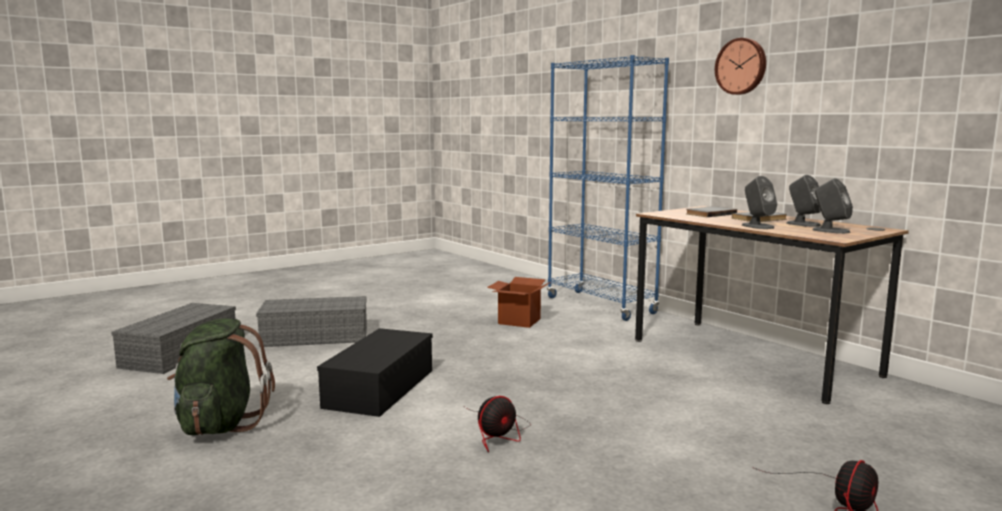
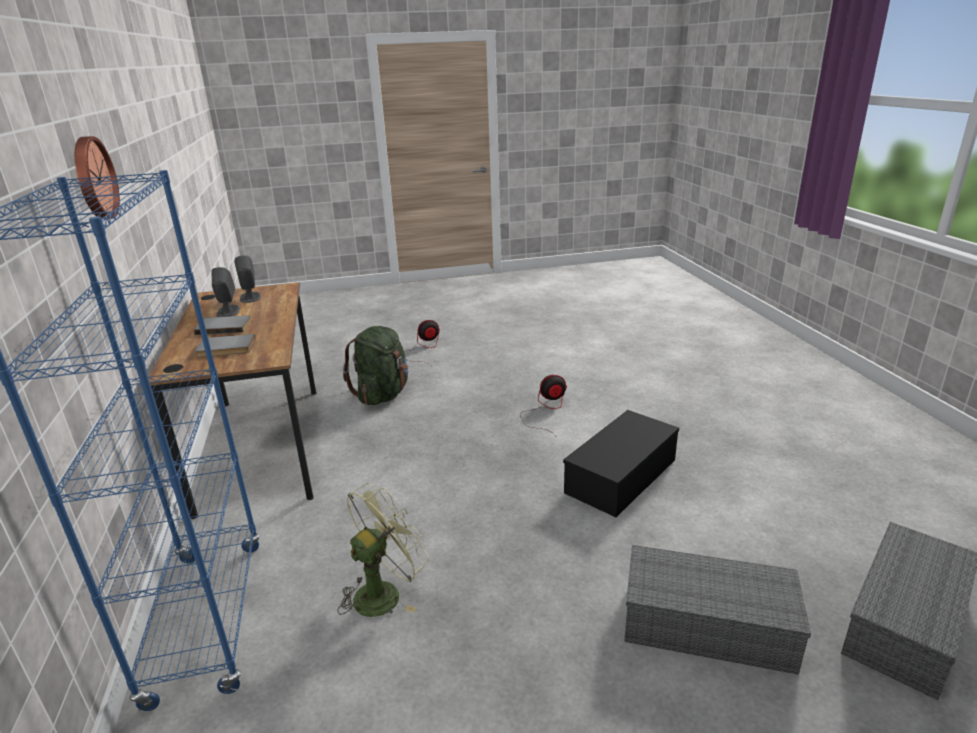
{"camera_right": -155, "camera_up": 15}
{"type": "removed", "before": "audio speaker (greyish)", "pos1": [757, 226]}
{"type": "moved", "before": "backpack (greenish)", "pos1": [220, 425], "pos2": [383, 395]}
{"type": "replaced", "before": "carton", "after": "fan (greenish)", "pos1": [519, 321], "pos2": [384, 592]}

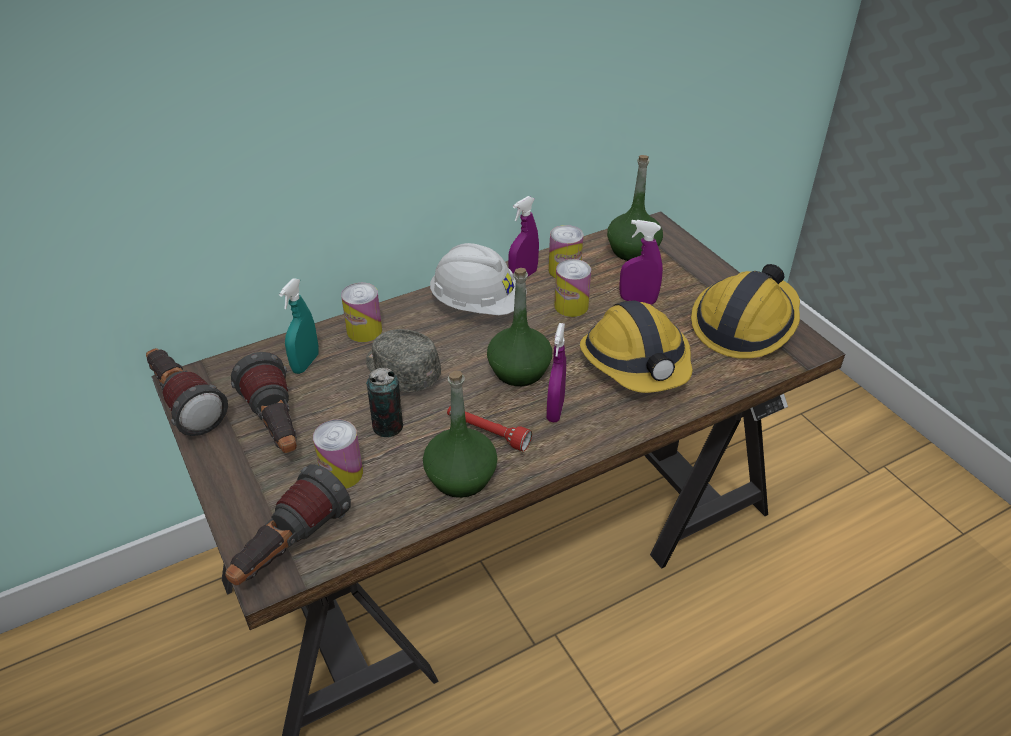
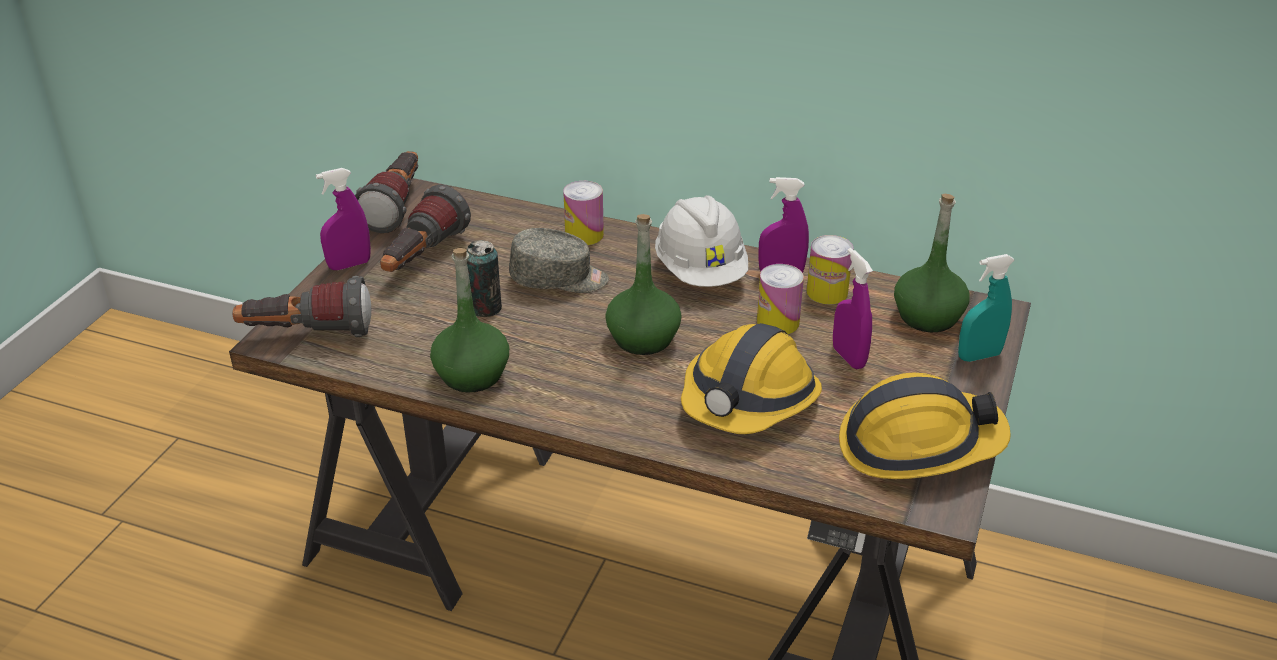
{"camera_right": 50, "camera_up": -5}
{"type": "removed", "before": "sealed can", "pos1": [342, 473]}
{"type": "removed", "before": "torch (reddish)", "pos1": [487, 433]}
{"type": "moved", "before": "sprayer (turquoise)", "pos1": [305, 363], "pos2": [979, 356]}
{"type": "moved", "before": "sprayer (purplish)", "pos1": [555, 410], "pos2": [349, 265]}
{"type": "turned", "before": "peaked cap (greyish)", "pos1": [401, 371], "pos2": [559, 279], "turn": 90}

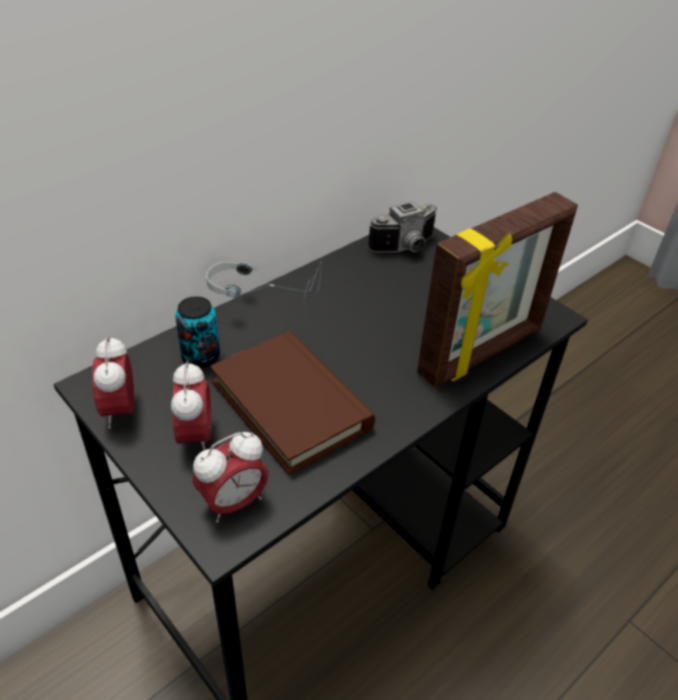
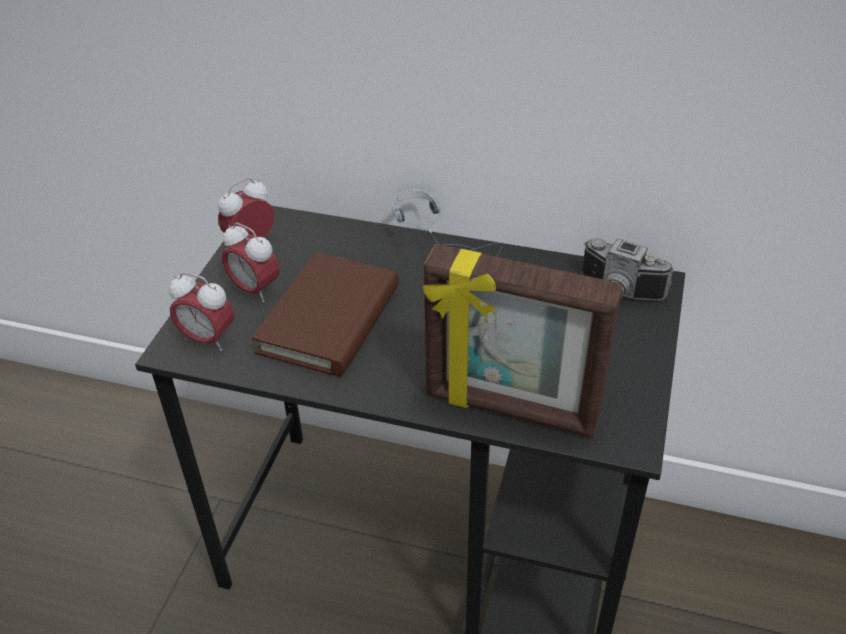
{"camera_right": 60, "camera_up": 0}
{"type": "removed", "before": "sealed can", "pos1": [201, 356]}
{"type": "turned", "before": "bedside clock", "pos1": [195, 437], "pos2": [255, 290], "turn": 75}

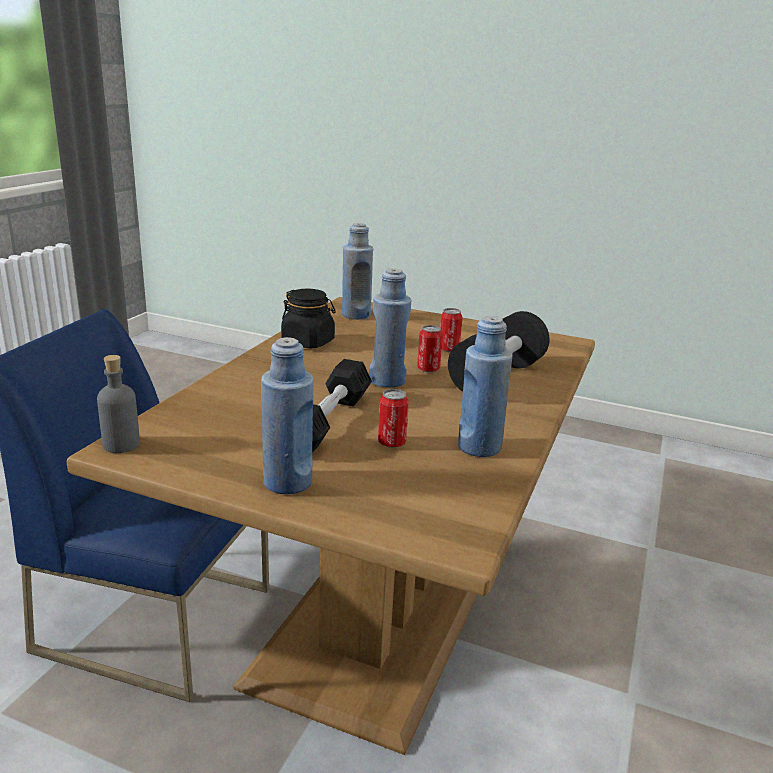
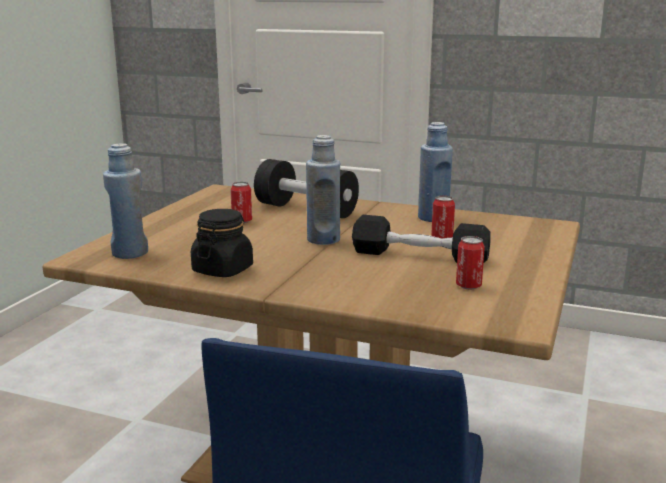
{"camera_right": -90, "camera_up": -5}
{"type": "removed", "before": "beverage bottle (greyish)", "pos1": [121, 444]}
{"type": "removed", "before": "beverage bottle (blue-coloured)", "pos1": [288, 482]}
{"type": "moved", "before": "sealed can", "pos1": [428, 369], "pos2": [468, 286]}

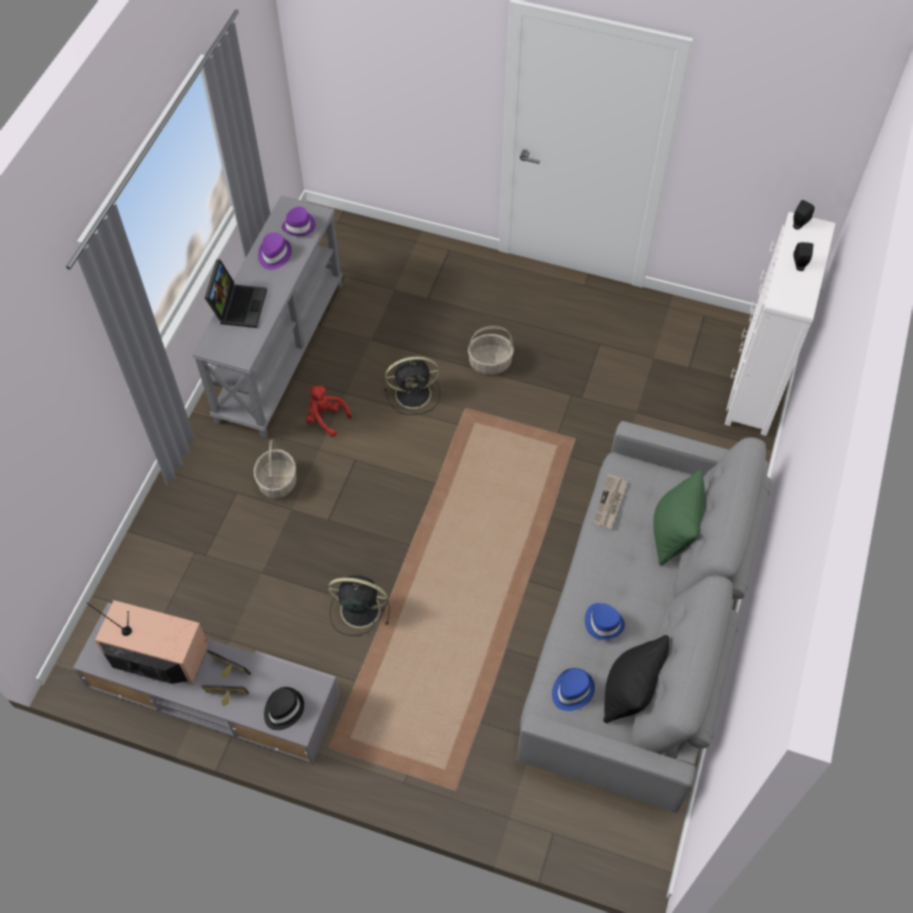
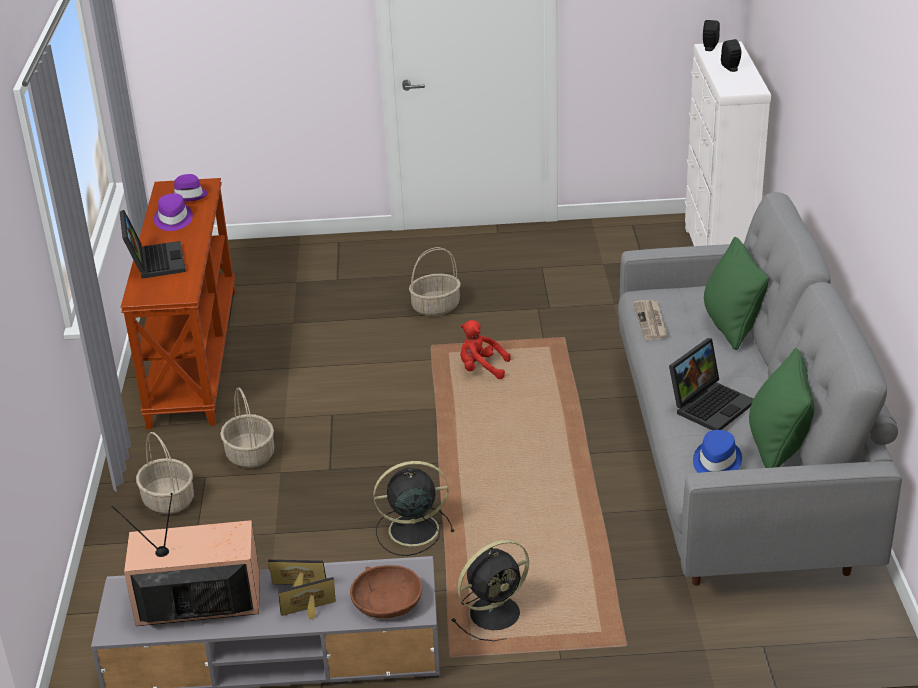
{"camera_right": -20, "camera_up": -25}
{"type": "added", "after": "household basket", "pos2": [168, 500]}
{"type": "moved", "before": "cuddly toy (reddish)", "pos1": [326, 418], "pos2": [481, 369]}
{"type": "moved", "before": "fan (black-coloured)", "pos1": [415, 393], "pos2": [497, 612]}
{"type": "replaced", "before": "wearable hat (black-coloured)", "after": "deep dish (brownish)", "pos1": [283, 709], "pos2": [386, 601]}
{"type": "replaced", "before": "wearable hat (blue-coloured)", "after": "portable computer", "pos1": [603, 622], "pos2": [710, 404]}
{"type": "recoloured", "before": "console table (greyish)", "after": "console table (brownish)", "pos1": [279, 350], "pos2": [192, 355]}
{"type": "recoloured", "before": "pillow (black-coloured)", "after": "pillow (greenish)", "pos1": [629, 692], "pos2": [777, 447]}

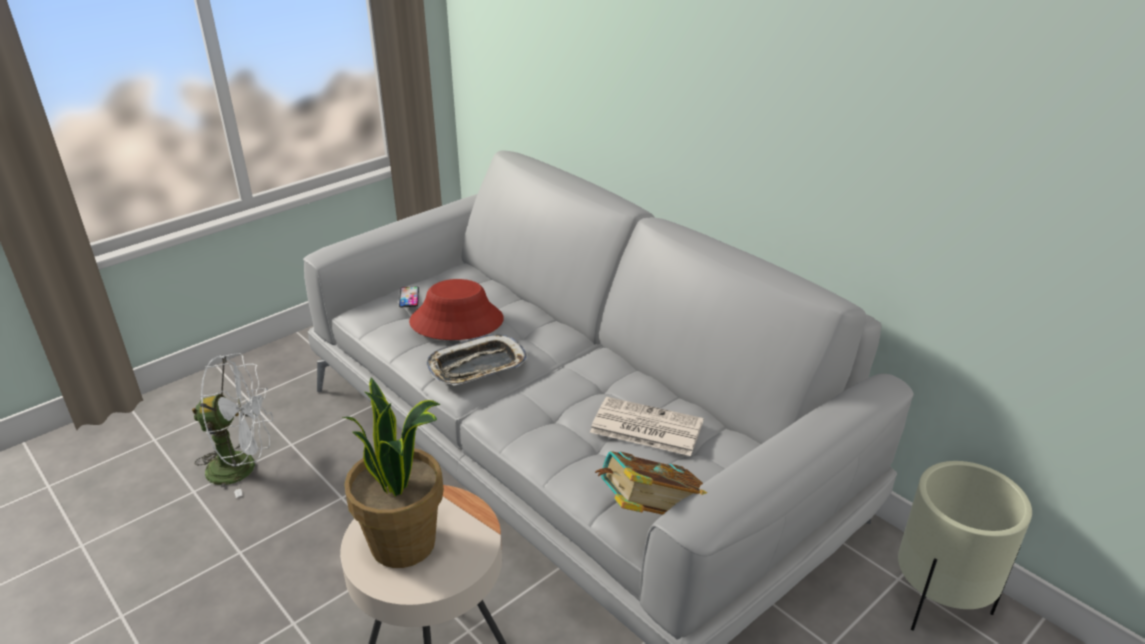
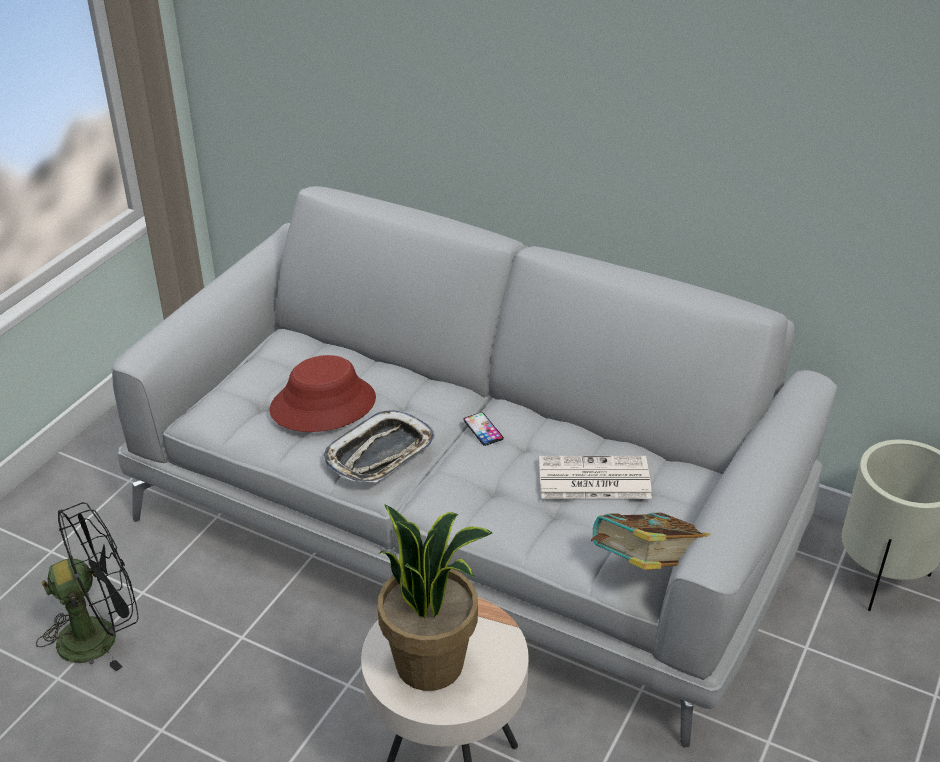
{"camera_right": -20, "camera_up": 5}
{"type": "moved", "before": "phone", "pos1": [409, 297], "pos2": [483, 429]}
{"type": "recoloured", "before": "fan (white-coloured)", "after": "fan (black-coloured)", "pos1": [243, 467], "pos2": [100, 634]}

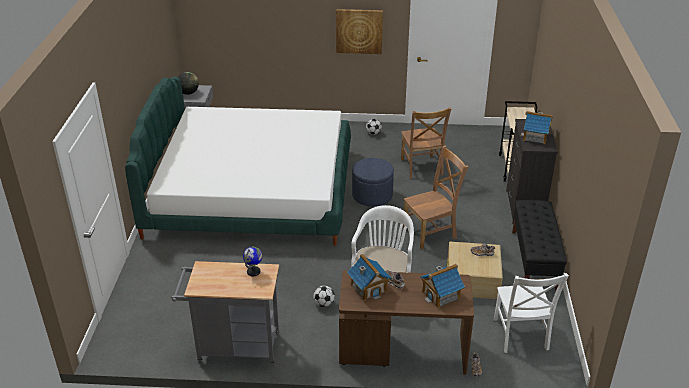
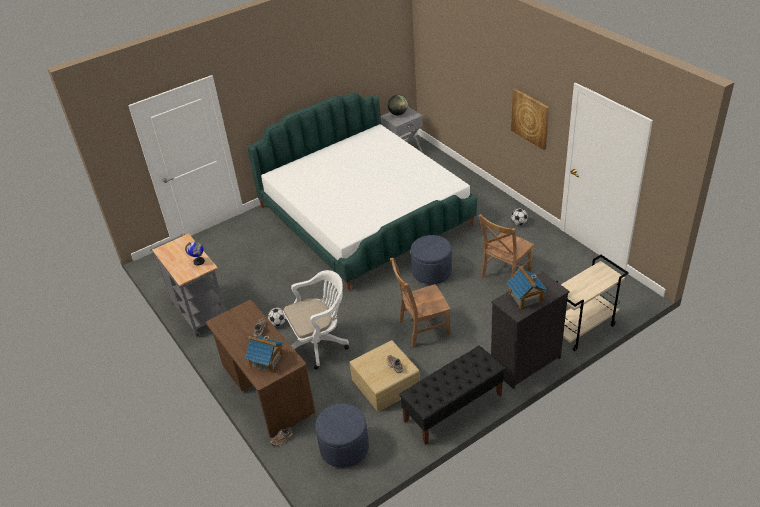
{"camera_right": 55, "camera_up": 5}
{"type": "removed", "before": "toy house", "pos1": [369, 288]}
{"type": "replaced", "before": "chair (white-coloured)", "after": "ottoman (blue-coloured)", "pos1": [520, 336], "pos2": [344, 447]}
{"type": "turned", "before": "chair (brownish)", "pos1": [431, 232], "pos2": [422, 329], "turn": 135}

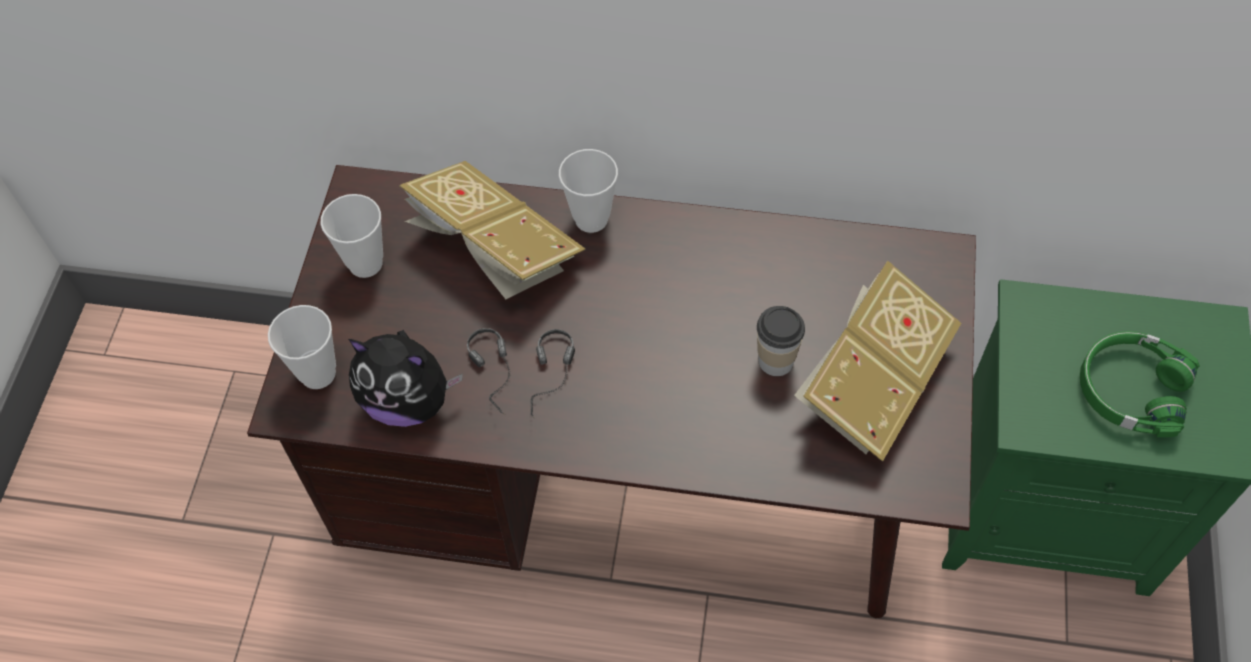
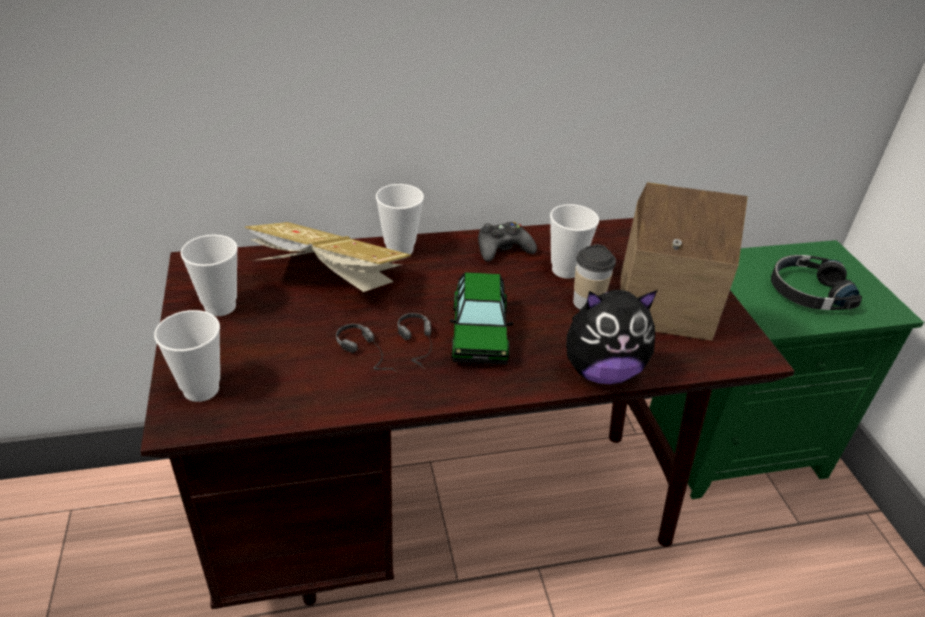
{"camera_right": -25, "camera_up": -20}
{"type": "added", "after": "toy car", "pos2": [479, 333]}
{"type": "added", "after": "game controller (black-coloured)", "pos2": [503, 249]}
{"type": "added", "after": "cup", "pos2": [565, 270]}
{"type": "moved", "before": "cuddly toy", "pos1": [408, 401], "pos2": [601, 371]}
{"type": "replaced", "before": "book", "after": "toy house", "pos1": [871, 382], "pos2": [662, 301]}
{"type": "recoloured", "before": "headset (greenish)", "after": "headset (black-coloured)", "pos1": [1130, 389], "pos2": [807, 292]}

